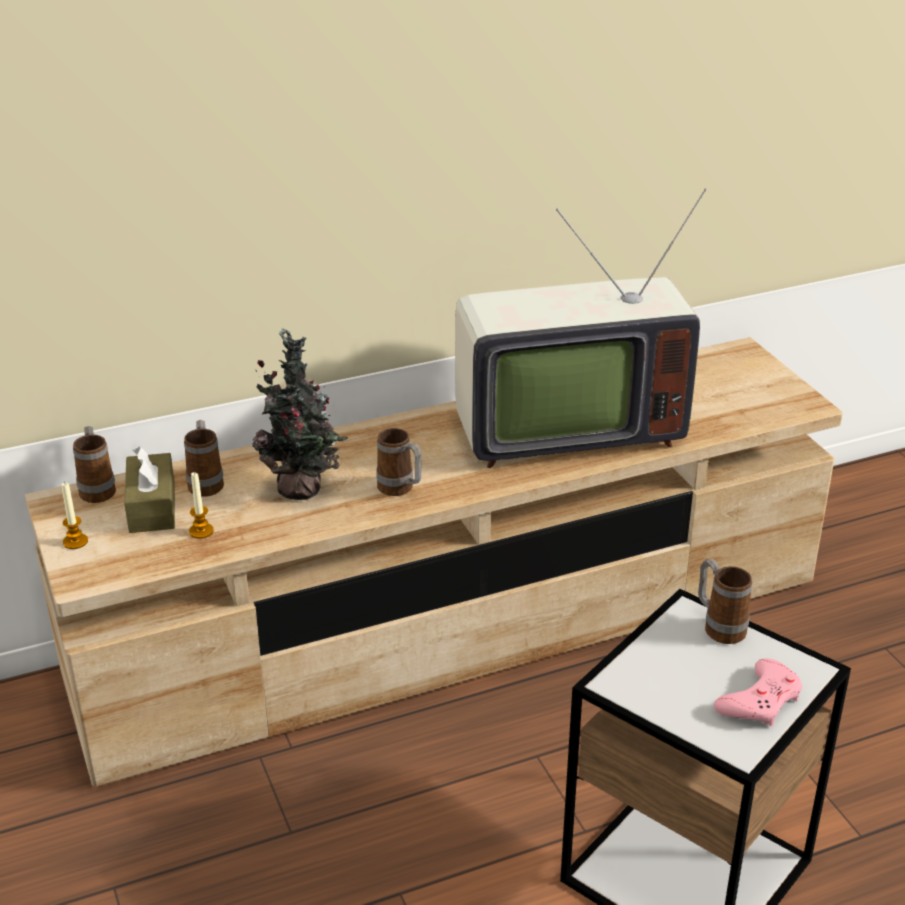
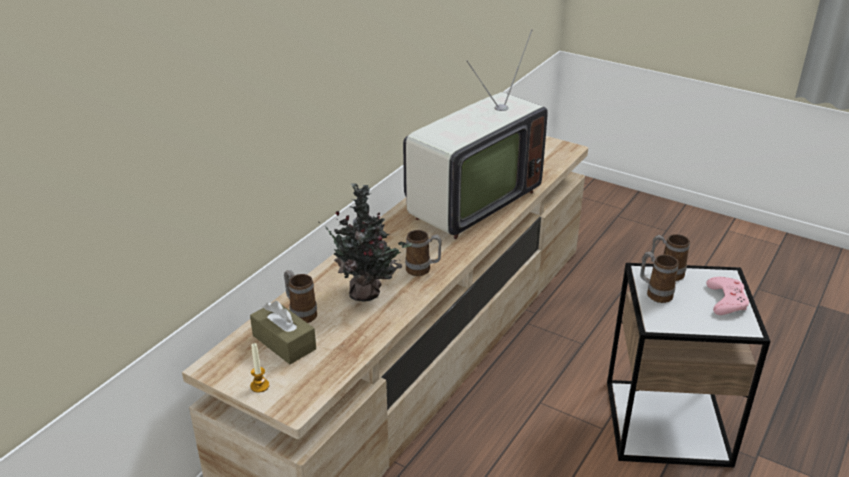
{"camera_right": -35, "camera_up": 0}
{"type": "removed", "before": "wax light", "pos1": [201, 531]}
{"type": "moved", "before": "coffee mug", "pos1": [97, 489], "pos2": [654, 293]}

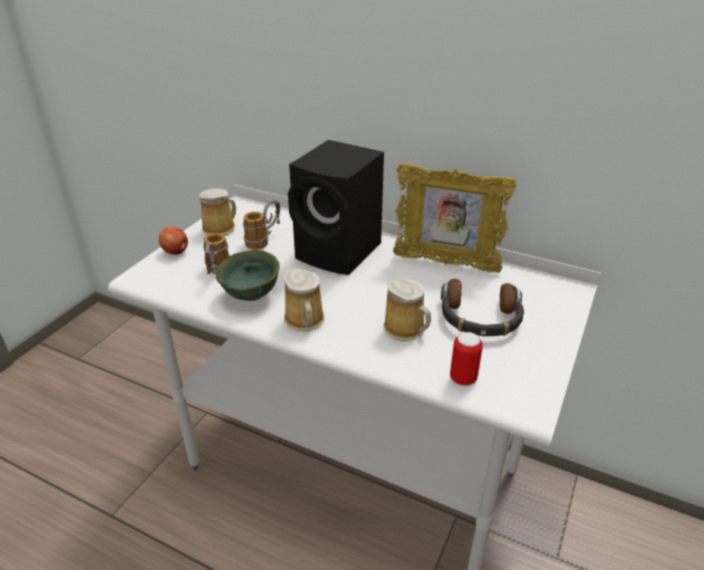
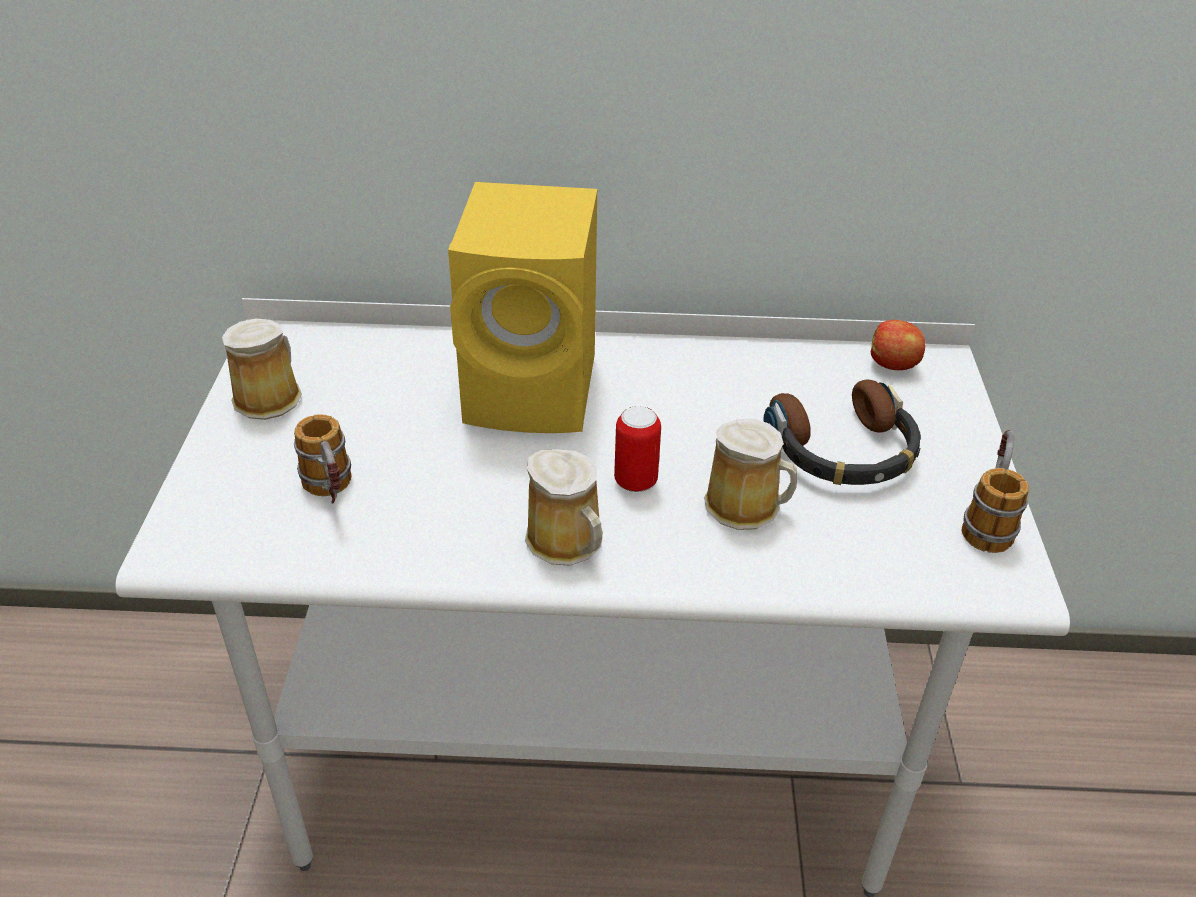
{"camera_right": -25, "camera_up": 5}
{"type": "removed", "before": "deep dish (greenish)", "pos1": [252, 296]}
{"type": "removed", "before": "picture frame", "pos1": [446, 263]}
{"type": "moved", "before": "whole apple", "pos1": [176, 252], "pos2": [893, 365]}
{"type": "moved", "before": "coffee mug", "pos1": [264, 239], "pos2": [988, 519]}
{"type": "moved", "before": "sealed can", "pos1": [463, 378], "pos2": [635, 481]}
{"type": "recoloured", "before": "audio speaker (black-coloured)", "after": "audio speaker (yellowish)", "pos1": [340, 252], "pos2": [536, 391]}

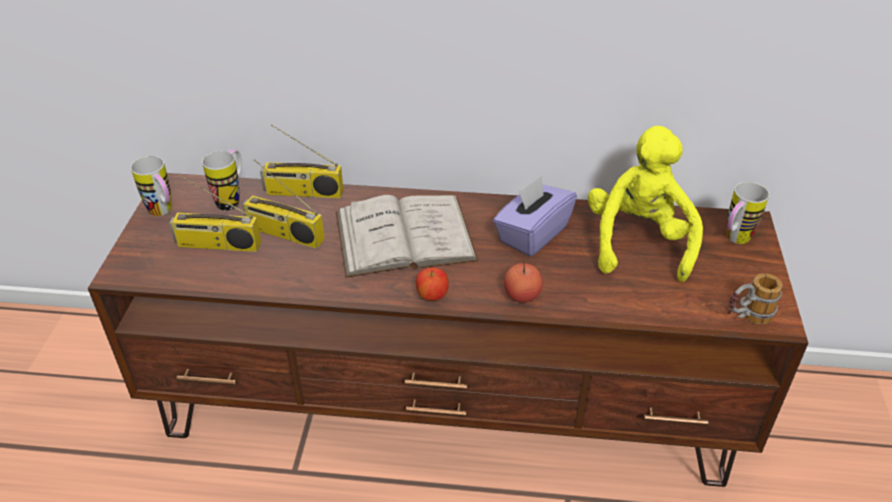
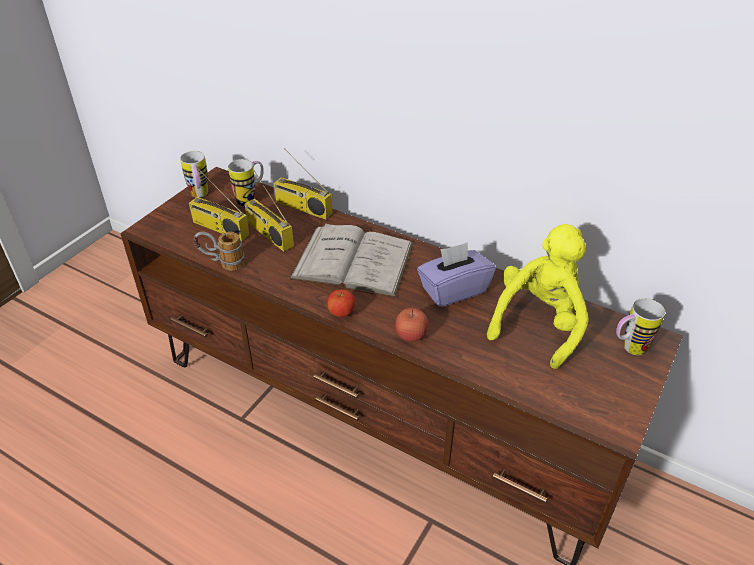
{"camera_right": 25, "camera_up": 0}
{"type": "moved", "before": "coffee mug", "pos1": [745, 318], "pos2": [222, 263]}

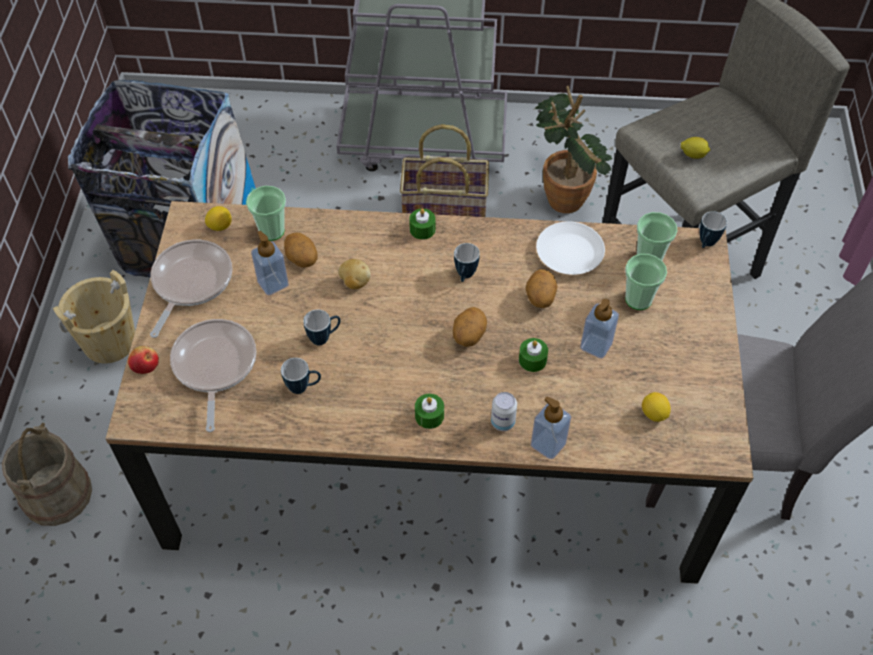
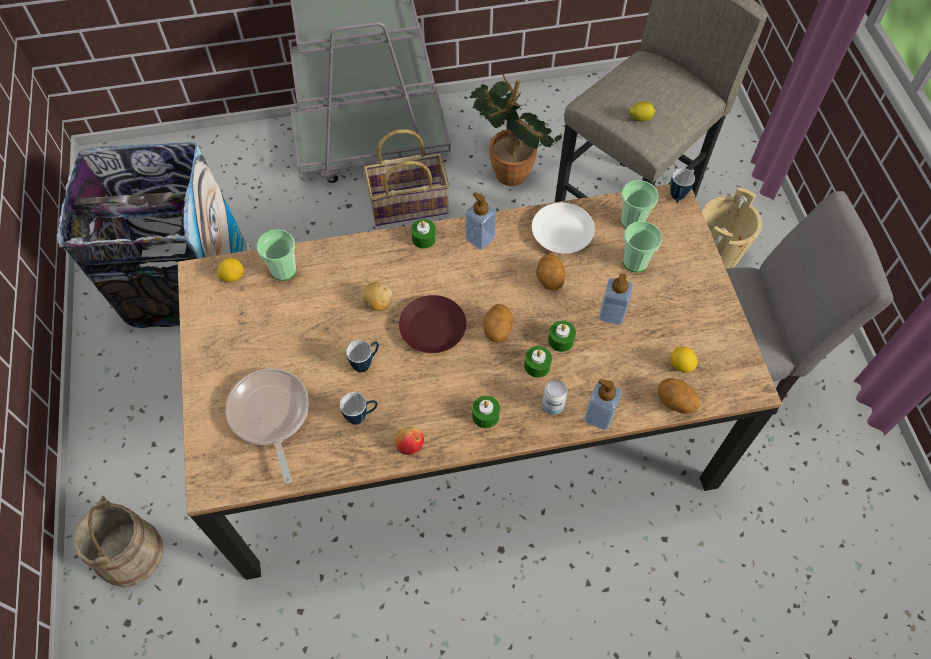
{"camera_right": -15, "camera_up": 5}
{"type": "removed", "before": "pan", "pos1": [190, 283]}
{"type": "removed", "before": "coffee mug", "pos1": [465, 276]}
{"type": "added", "after": "dinner plate (brownish)", "pos2": [433, 328]}
{"type": "added", "after": "wax light (greenish)", "pos2": [537, 365]}
{"type": "moved", "before": "pail (sand-coloured)", "pos1": [109, 341], "pos2": [717, 252]}
{"type": "moved", "before": "whole apple", "pos1": [145, 366], "pos2": [410, 444]}
{"type": "moved", "before": "soap bottle", "pos1": [273, 283], "pos2": [480, 238]}
{"type": "moved", "before": "whole potato", "pos1": [301, 260], "pos2": [674, 403]}

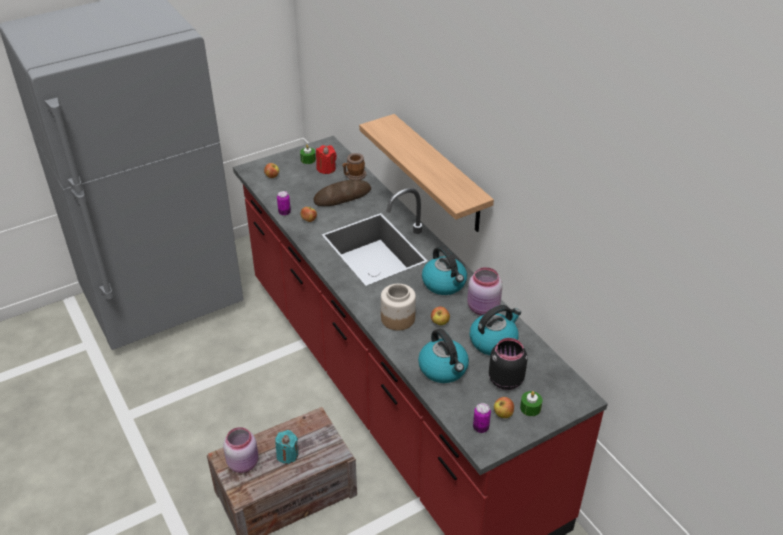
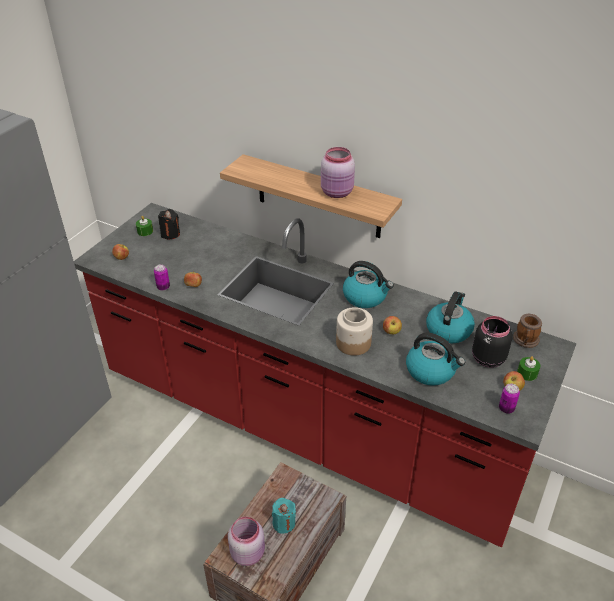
{"camera_right": -30, "camera_up": 0}
{"type": "removed", "before": "bread", "pos1": [342, 196]}
{"type": "moved", "before": "coffee mug", "pos1": [354, 176], "pos2": [525, 341]}
{"type": "moved", "before": "jar (pinkish)", "pos1": [483, 308], "pos2": [337, 193]}
{"type": "recoloured", "before": "wax light (reddish)", "after": "wax light (black-coloured)", "pos1": [326, 169], "pos2": [170, 234]}

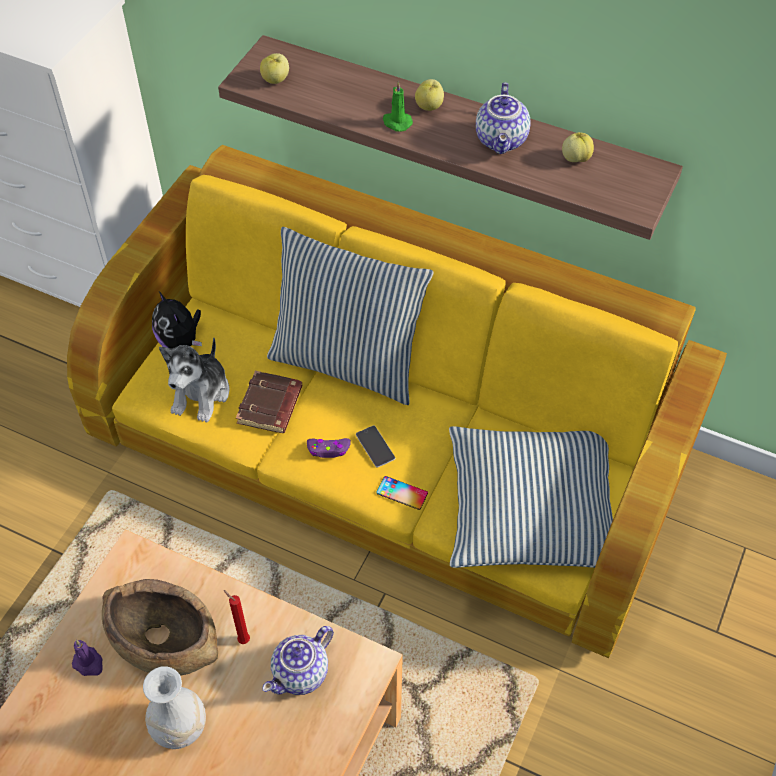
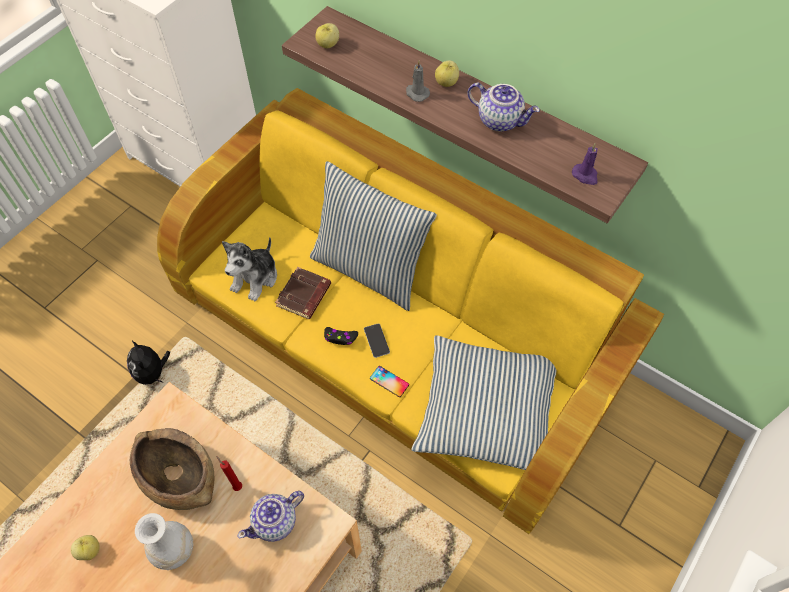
{"camera_right": 10, "camera_up": 5}
{"type": "moved", "before": "wax light (purplish)", "pos1": [89, 663], "pos2": [585, 175]}
{"type": "moved", "before": "cuddly toy", "pos1": [181, 342], "pos2": [152, 373]}
{"type": "moved", "before": "whole apple", "pos1": [575, 158], "pos2": [89, 550]}
{"type": "recoloured", "before": "game controller (purplish)", "after": "game controller (black-coloured)", "pos1": [328, 450], "pos2": [340, 338]}
{"type": "recoloured", "before": "wax light (greenish)", "after": "wax light (greyish)", "pos1": [396, 122], "pos2": [416, 93]}
{"type": "turned", "before": "tea pot", "pos1": [502, 140], "pos2": [500, 120], "turn": -75}

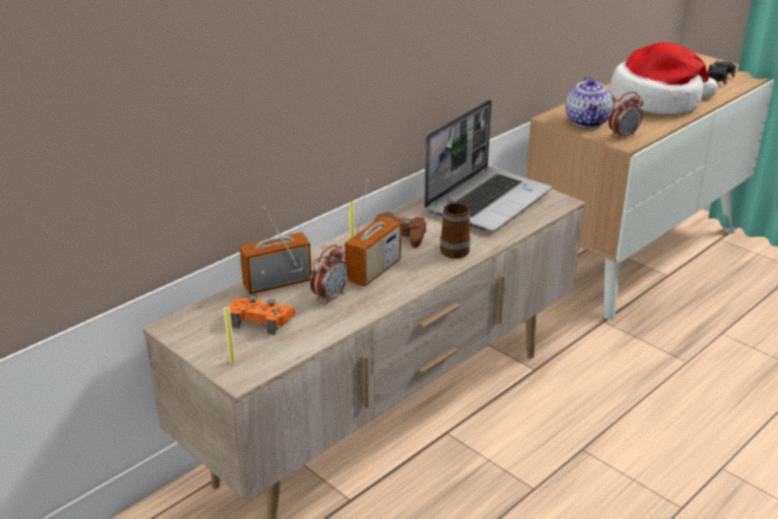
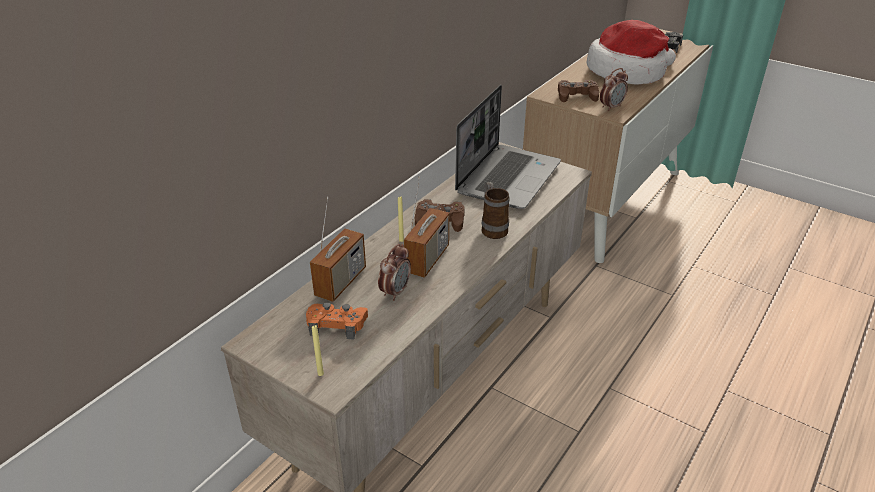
{"camera_right": -10, "camera_up": 5}
{"type": "replaced", "before": "tea pot", "after": "game controller (brownish)", "pos1": [588, 122], "pos2": [577, 96]}
{"type": "turned", "before": "radio", "pos1": [277, 283], "pos2": [341, 282], "turn": 150}

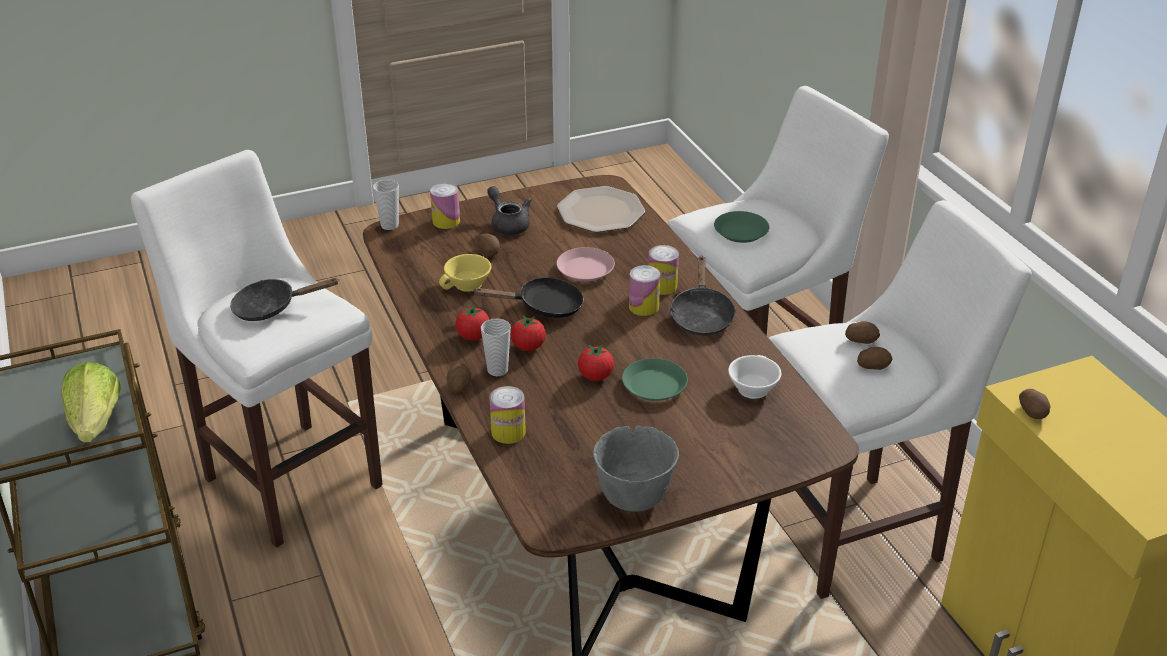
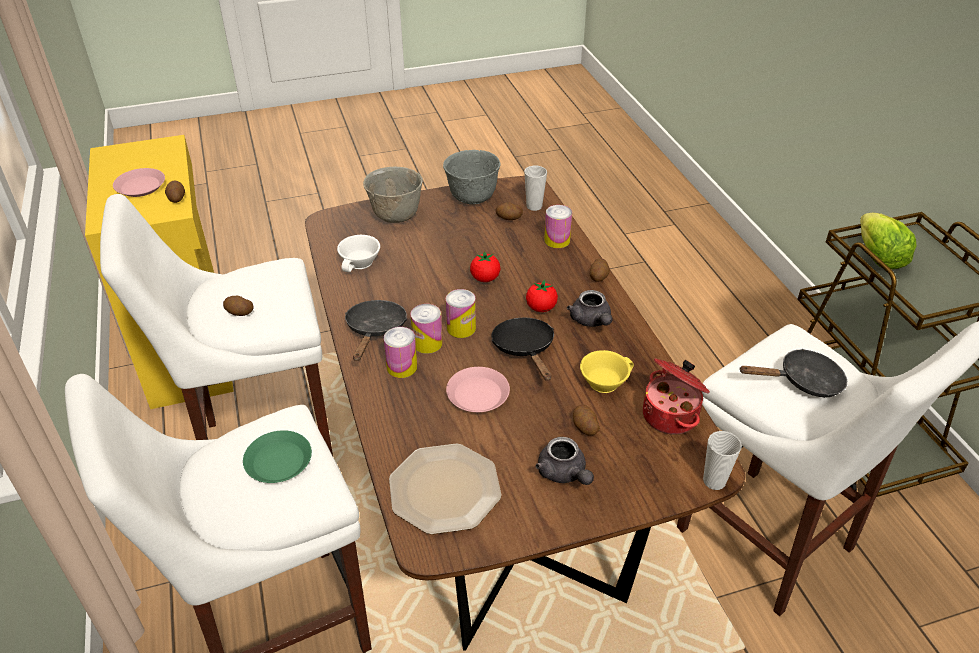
{"camera_right": -175, "camera_up": 5}
{"type": "removed", "before": "dinner plate (greenish)", "pos1": [654, 385]}
{"type": "added", "after": "dinner plate (pinkish)", "pos2": [141, 186]}
{"type": "added", "after": "deep dish (greyish)", "pos2": [395, 216]}
{"type": "added", "after": "cooking pot", "pos2": [671, 415]}
{"type": "moved", "before": "sealed can", "pos1": [446, 221], "pos2": [461, 328]}
{"type": "moved", "before": "cup", "pos1": [497, 370], "pos2": [534, 206]}
{"type": "moved", "before": "whole potato", "pos1": [873, 366], "pos2": [509, 218]}
{"type": "replaced", "before": "whole tomato", "after": "tea pot (greyish)", "pos1": [473, 336], "pos2": [591, 321]}
{"type": "turned", "before": "pan (black-coloured)", "pos1": [544, 307], "pos2": [525, 349], "turn": 75}

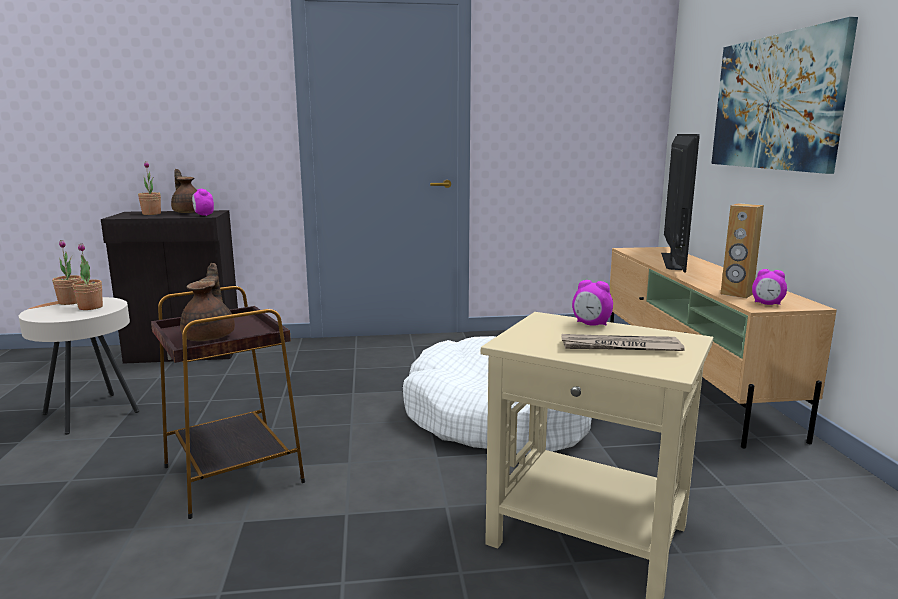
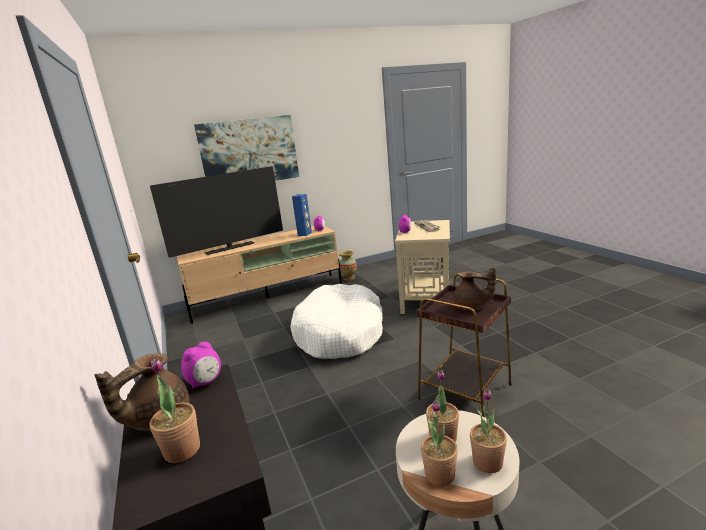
{"camera_right": -105, "camera_up": 5}
{"type": "added", "after": "decorative vase", "pos2": [349, 278]}
{"type": "added", "after": "houseplant", "pos2": [487, 462]}
{"type": "recoloured", "before": "audio speaker (brownish)", "after": "audio speaker (blue-coloured)", "pos1": [736, 294], "pos2": [305, 234]}
{"type": "turned", "before": "tea pot (brownish)", "pos1": [210, 336], "pos2": [472, 307], "turn": -135}
{"type": "turned", "before": "TV set", "pos1": [672, 261], "pos2": [230, 248], "turn": 150}

